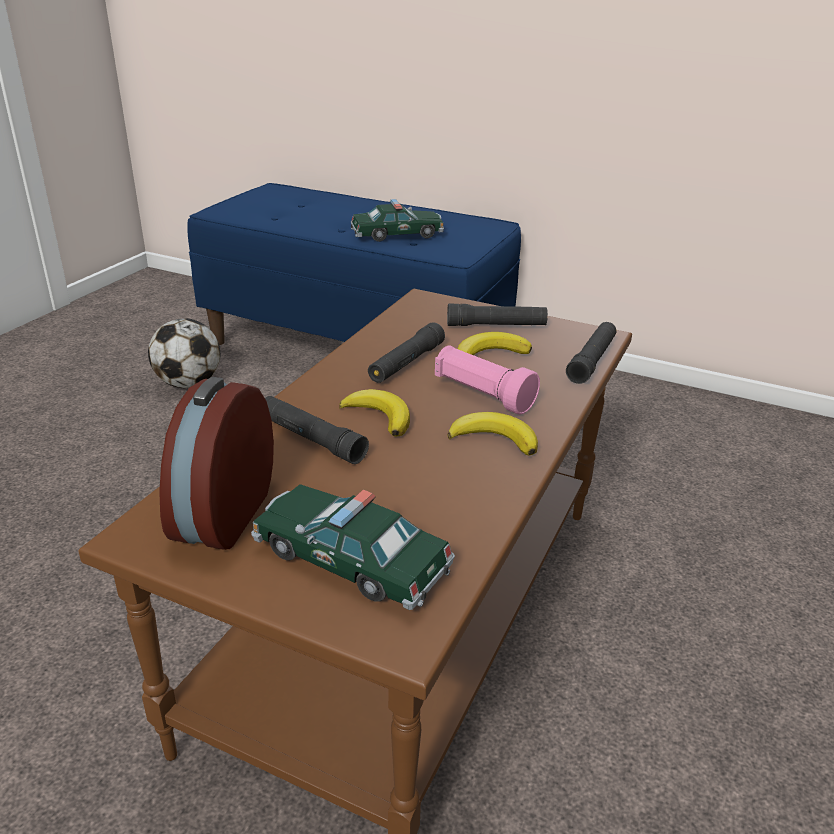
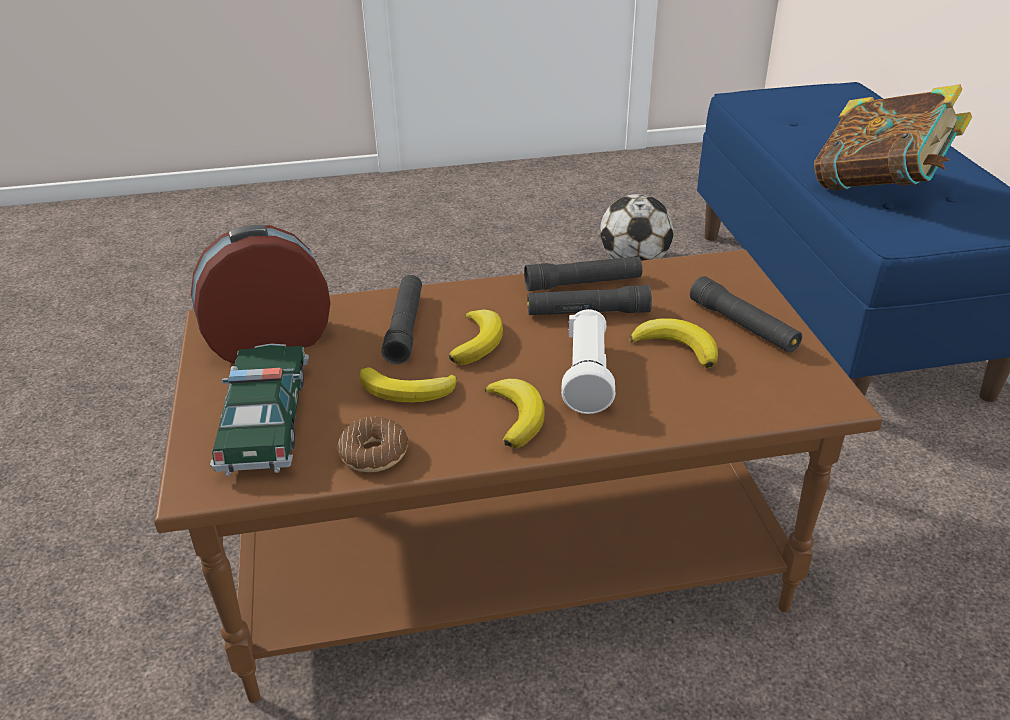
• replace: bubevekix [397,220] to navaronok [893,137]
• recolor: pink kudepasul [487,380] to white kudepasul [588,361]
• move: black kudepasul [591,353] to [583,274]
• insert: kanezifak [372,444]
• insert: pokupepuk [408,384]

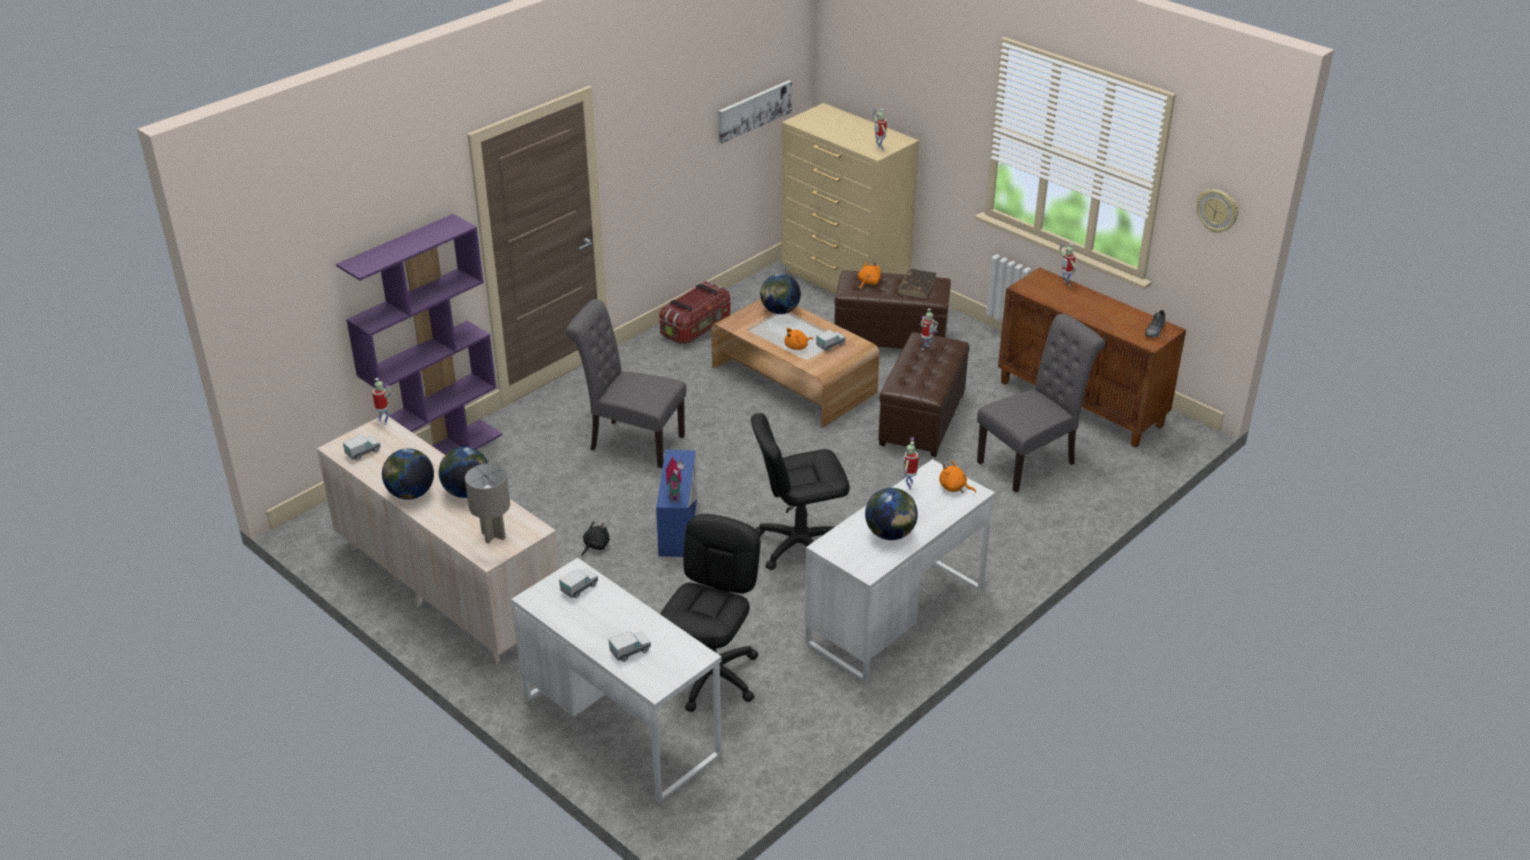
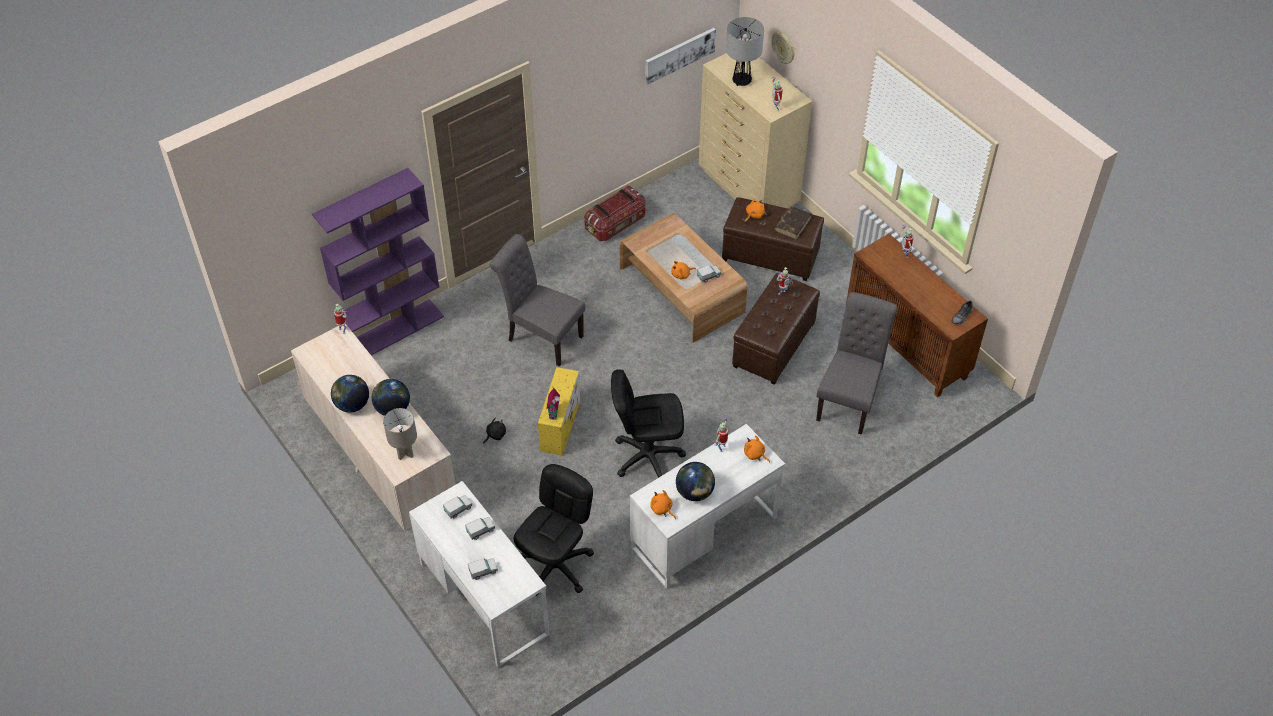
• move: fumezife [362,448] to [480,528]
• recolor: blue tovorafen [676,503] to yellow tovorafen [559,411]
• delete: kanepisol [780,294]
• rotate: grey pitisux [1041,403] = [856,363] 45 degrees counterclockwise
• move: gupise [1217,211] to [783,48]
• insert: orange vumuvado [663,504]
• insert: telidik [745,51]

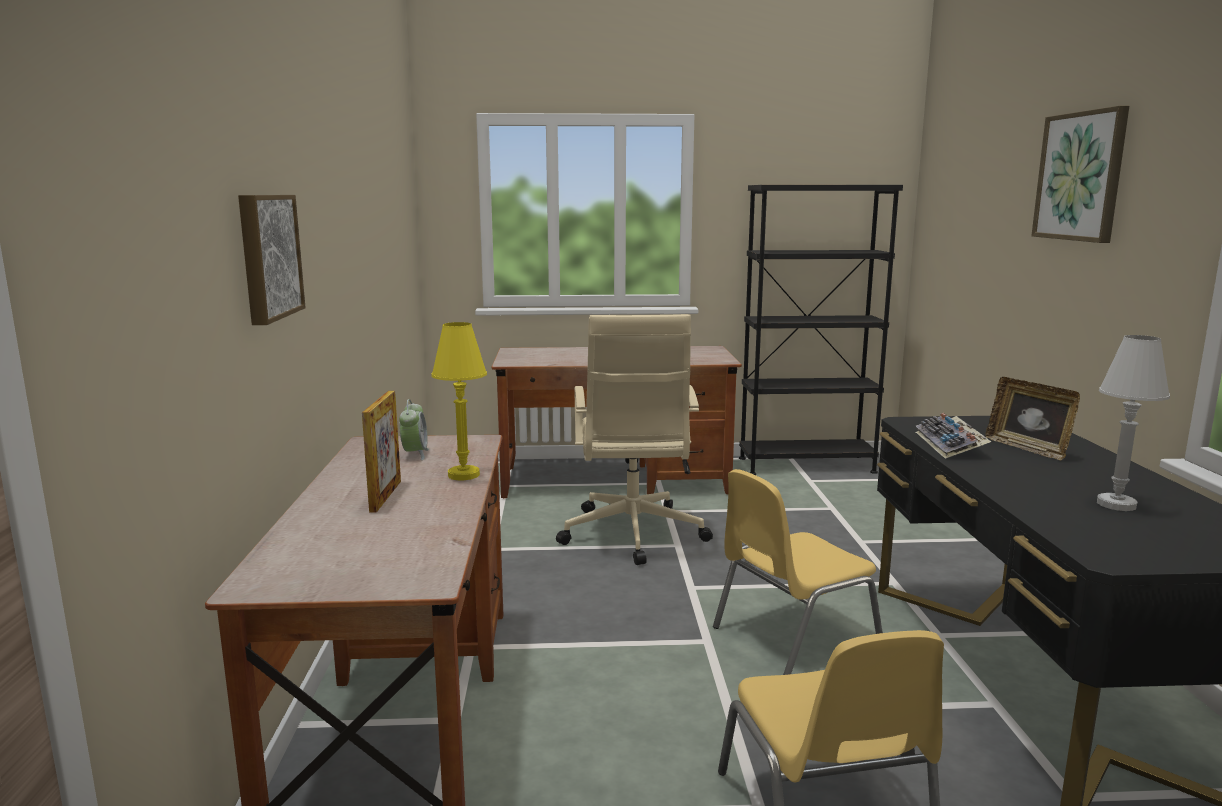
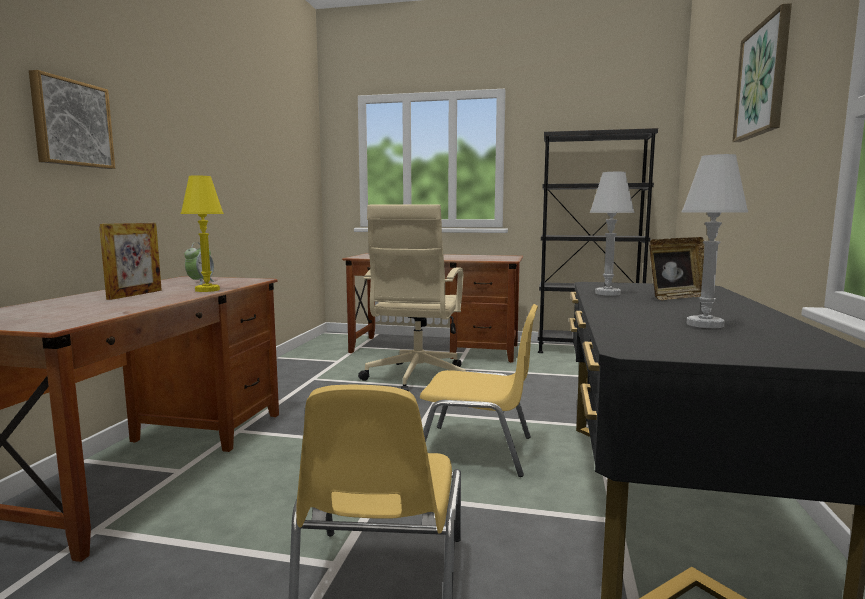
• rotate: yellow pitisux [798,572] = [479,390] 150 degrees counterclockwise
• replace: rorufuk [953,436] to white telidik [612,234]
• rotate: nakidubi [1032,418] = [676,268] 105 degrees counterclockwise

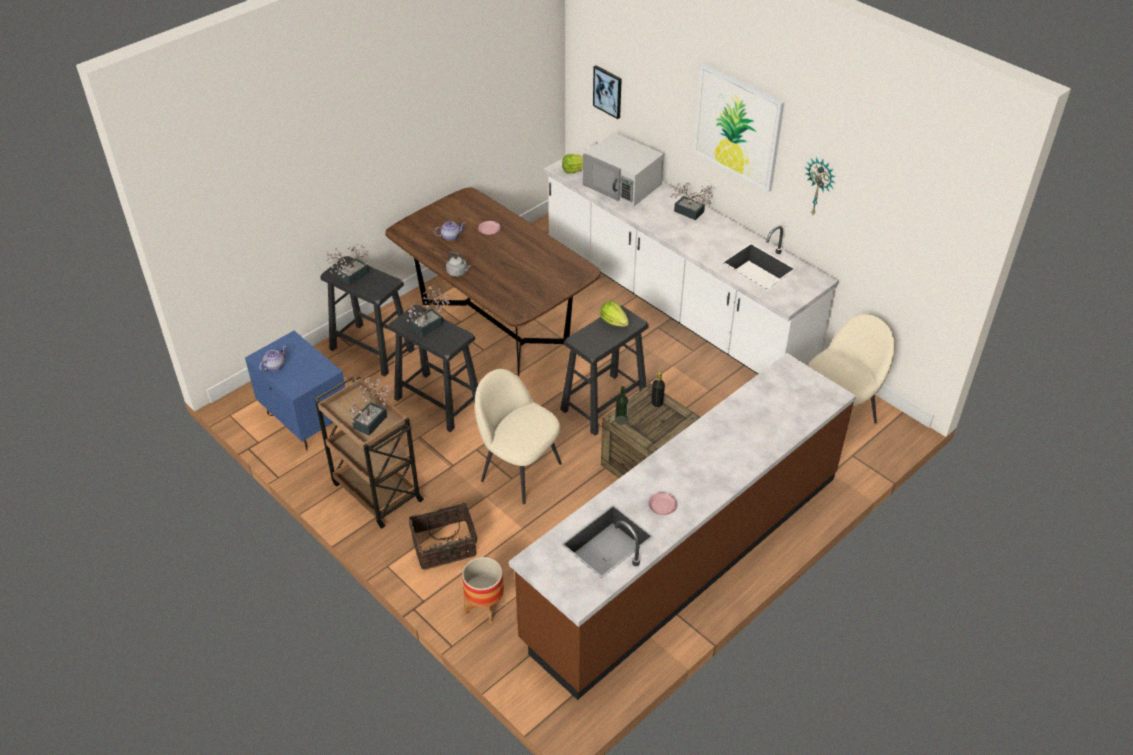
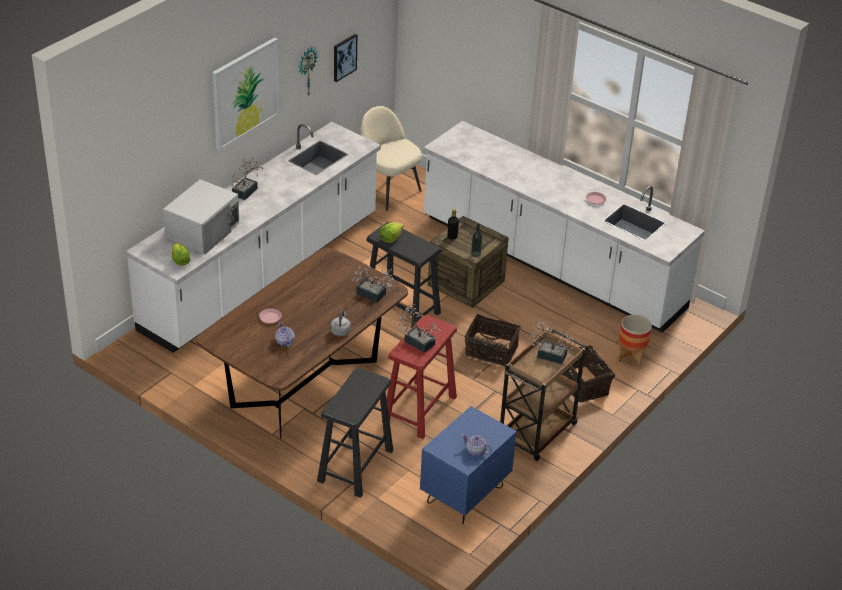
• move: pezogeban [347,264] to [373,284]
• recolor: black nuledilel [433,368] to red nuledilel [422,377]
• replace: beige pitisux [518,436] to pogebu [493,340]
• recolor: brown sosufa [682,526] to white sosufa [564,227]
• move: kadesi [607,92] to [345,58]

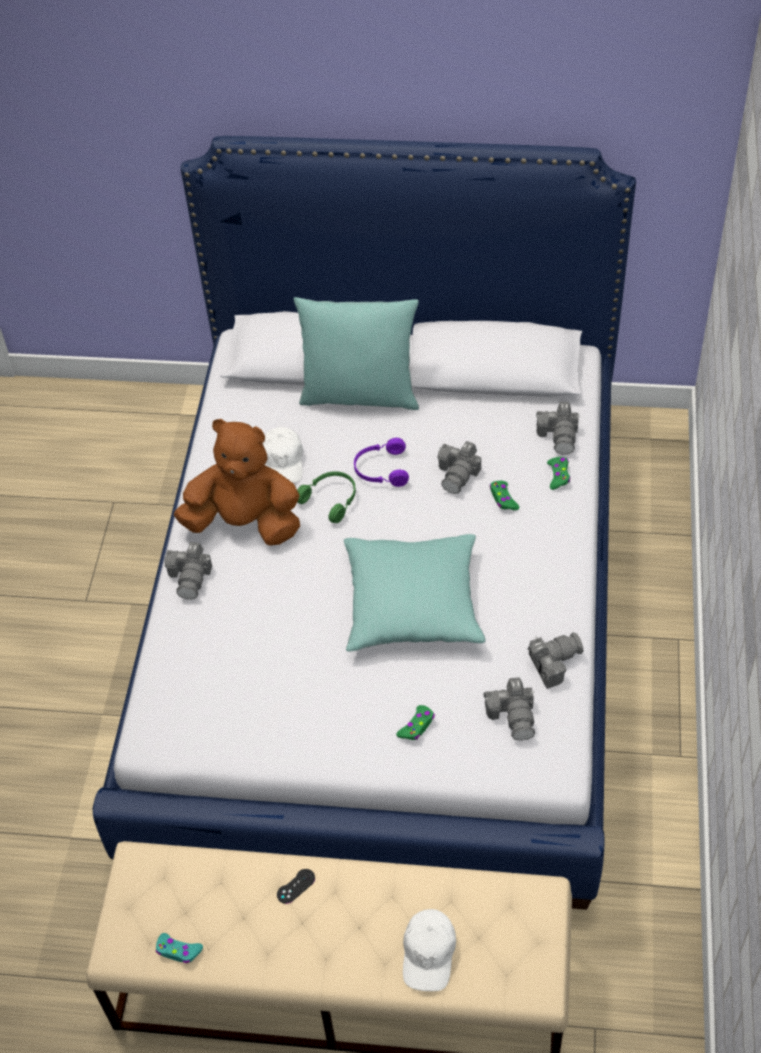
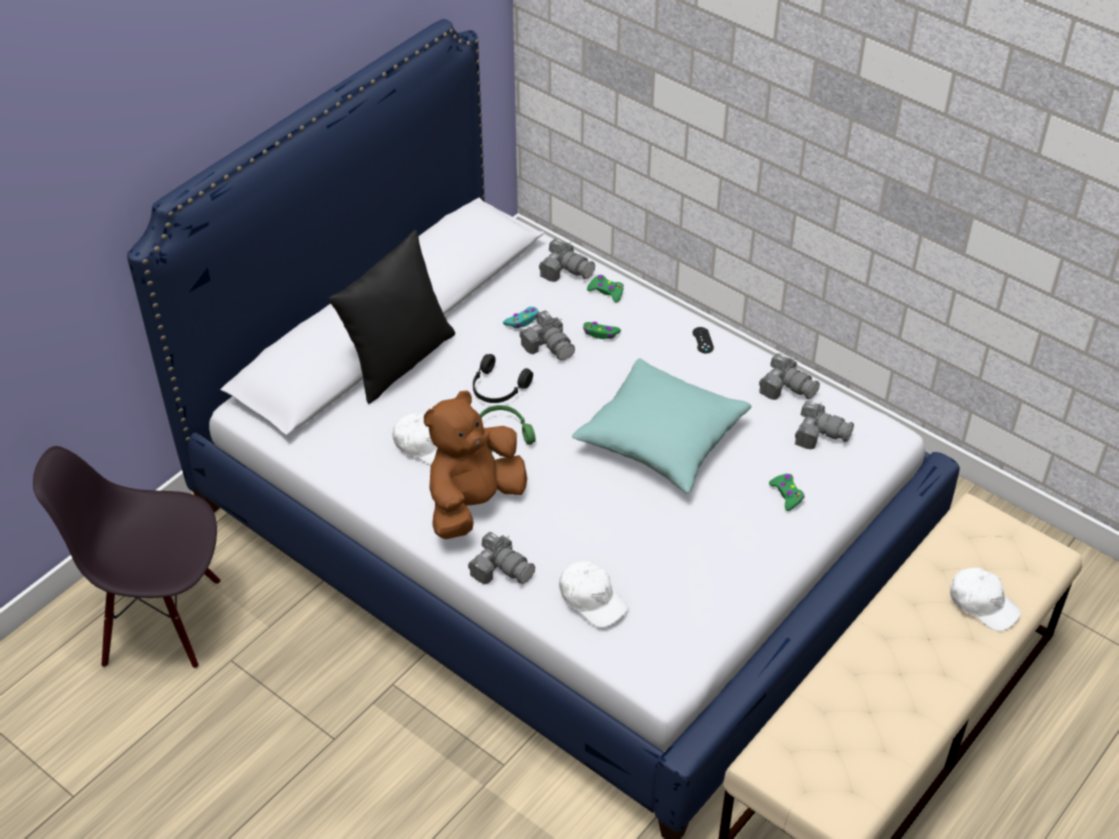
• move: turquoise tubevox [179,948] to [521,317]
• move: black tubevox [296,886] to [703,340]
• recolor: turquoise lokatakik [356,353] to black lokatakik [392,317]
• recolor: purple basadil [381,462] to black basadil [503,378]
• rotate: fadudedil [555,660] = [789,376] 120 degrees clockwise
• insert: black pitisux [127,557]
• insert: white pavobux [593,594]

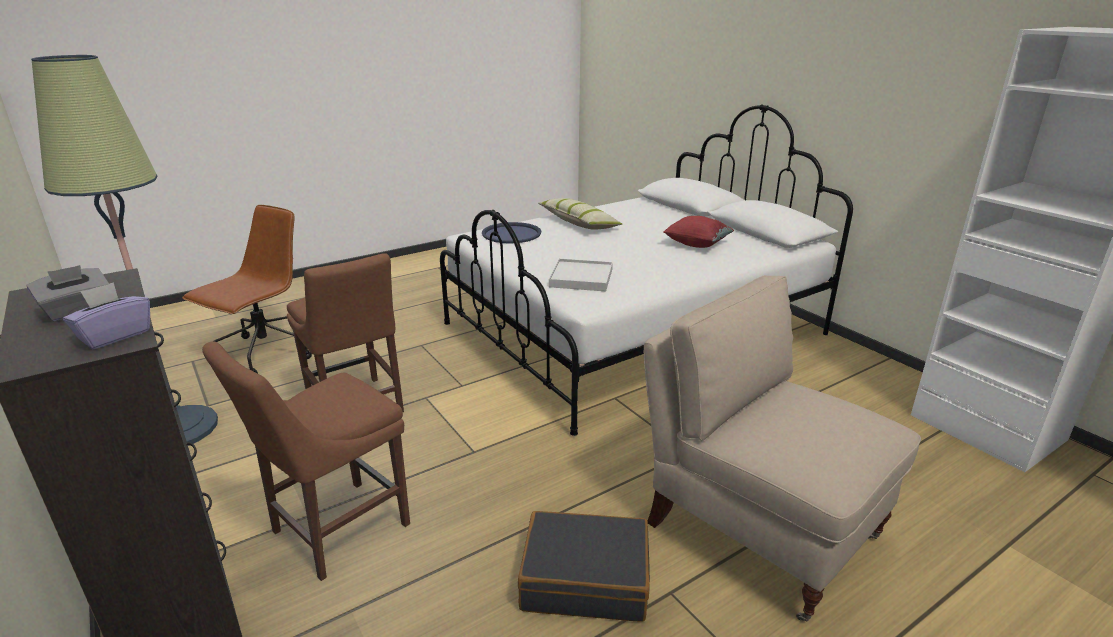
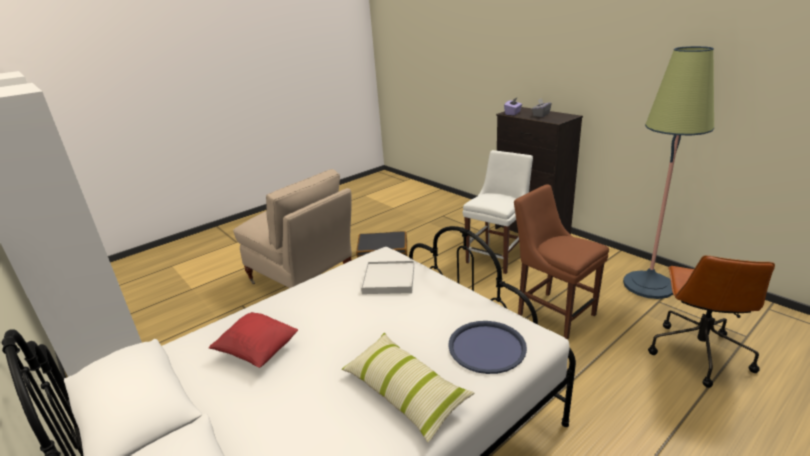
• recolor: brown pitisux [306,461] to white pitisux [498,212]

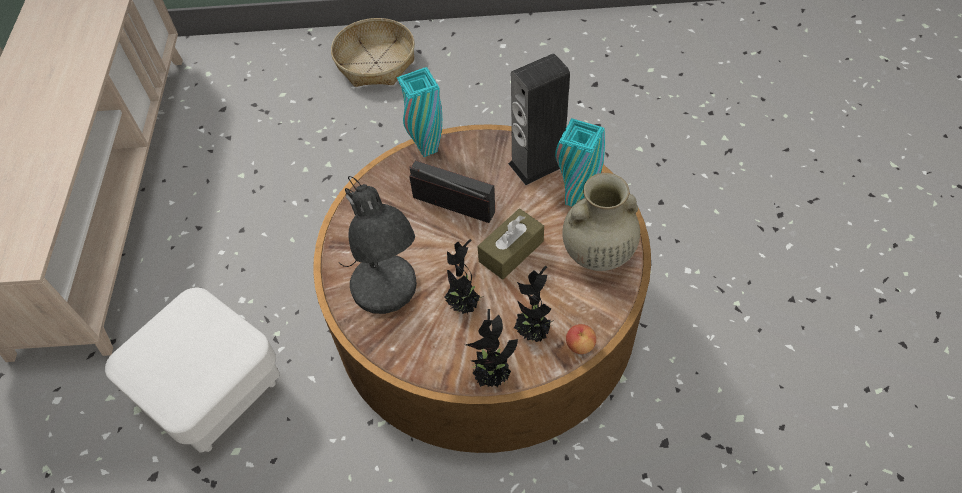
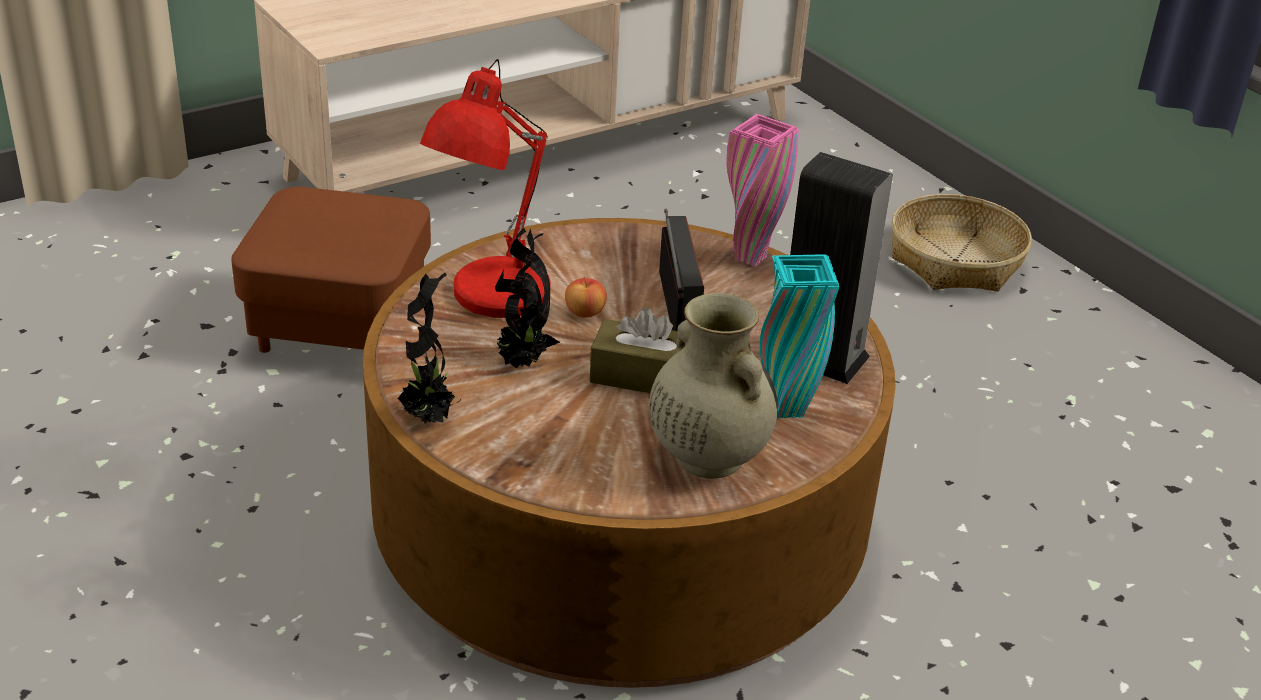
• recolor: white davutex [192,370] to brown davutex [331,270]
• recolor: grey telidik [377,245] to red telidik [485,188]
• recolor: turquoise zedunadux [419,112] to pink zedunadux [763,190]
• delete: pezogeban [534,304]
• move: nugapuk [581,339] to [586,297]

